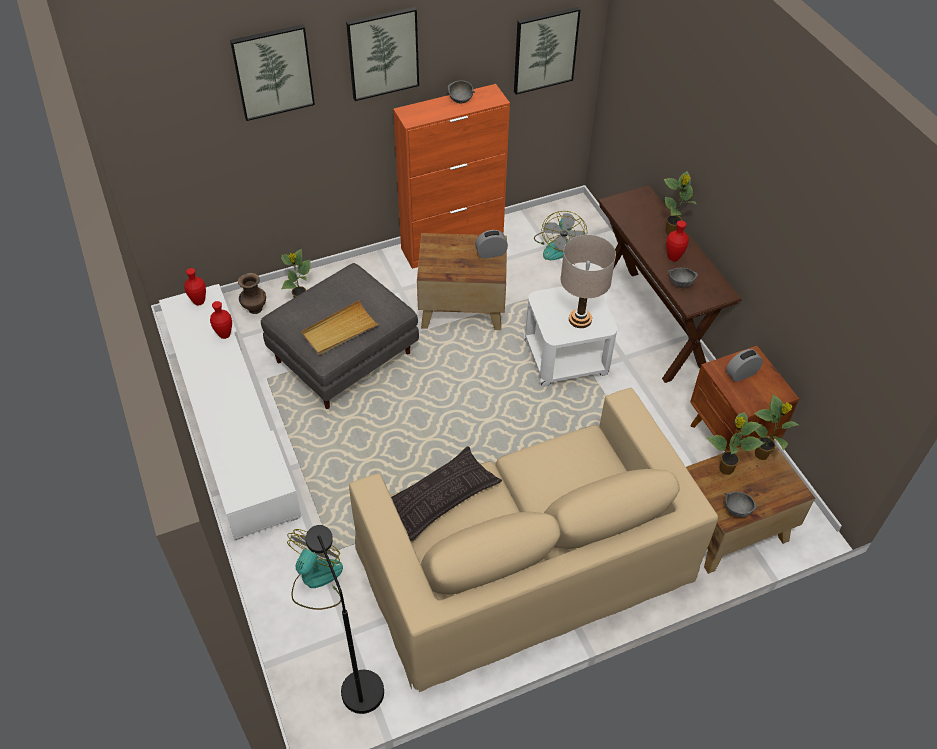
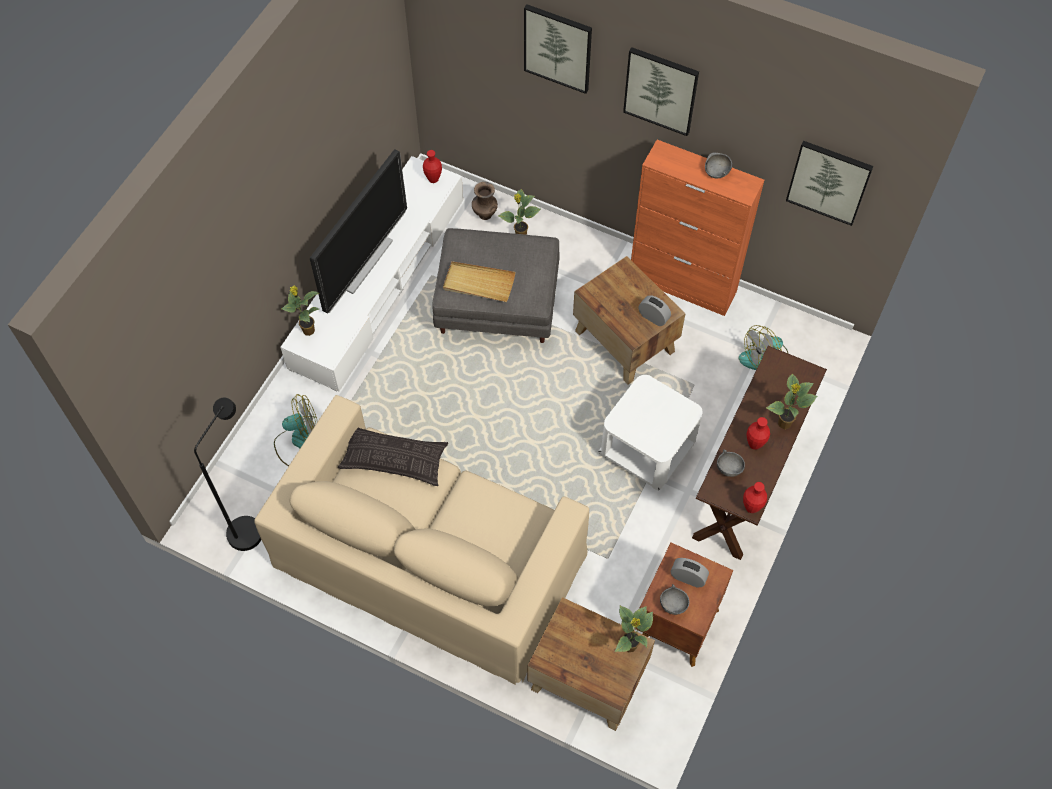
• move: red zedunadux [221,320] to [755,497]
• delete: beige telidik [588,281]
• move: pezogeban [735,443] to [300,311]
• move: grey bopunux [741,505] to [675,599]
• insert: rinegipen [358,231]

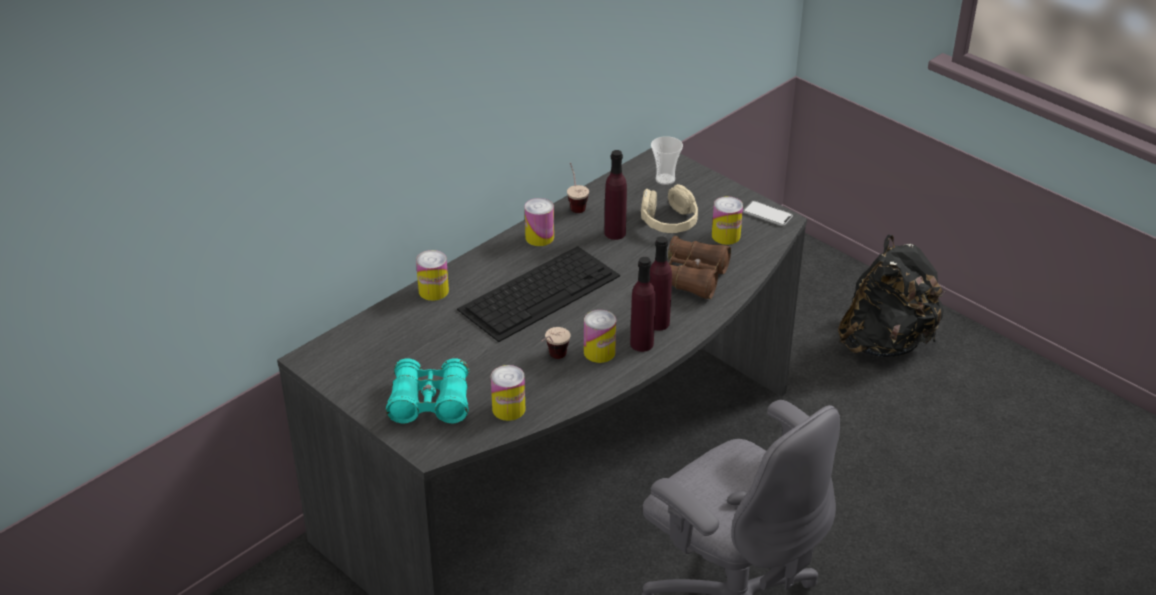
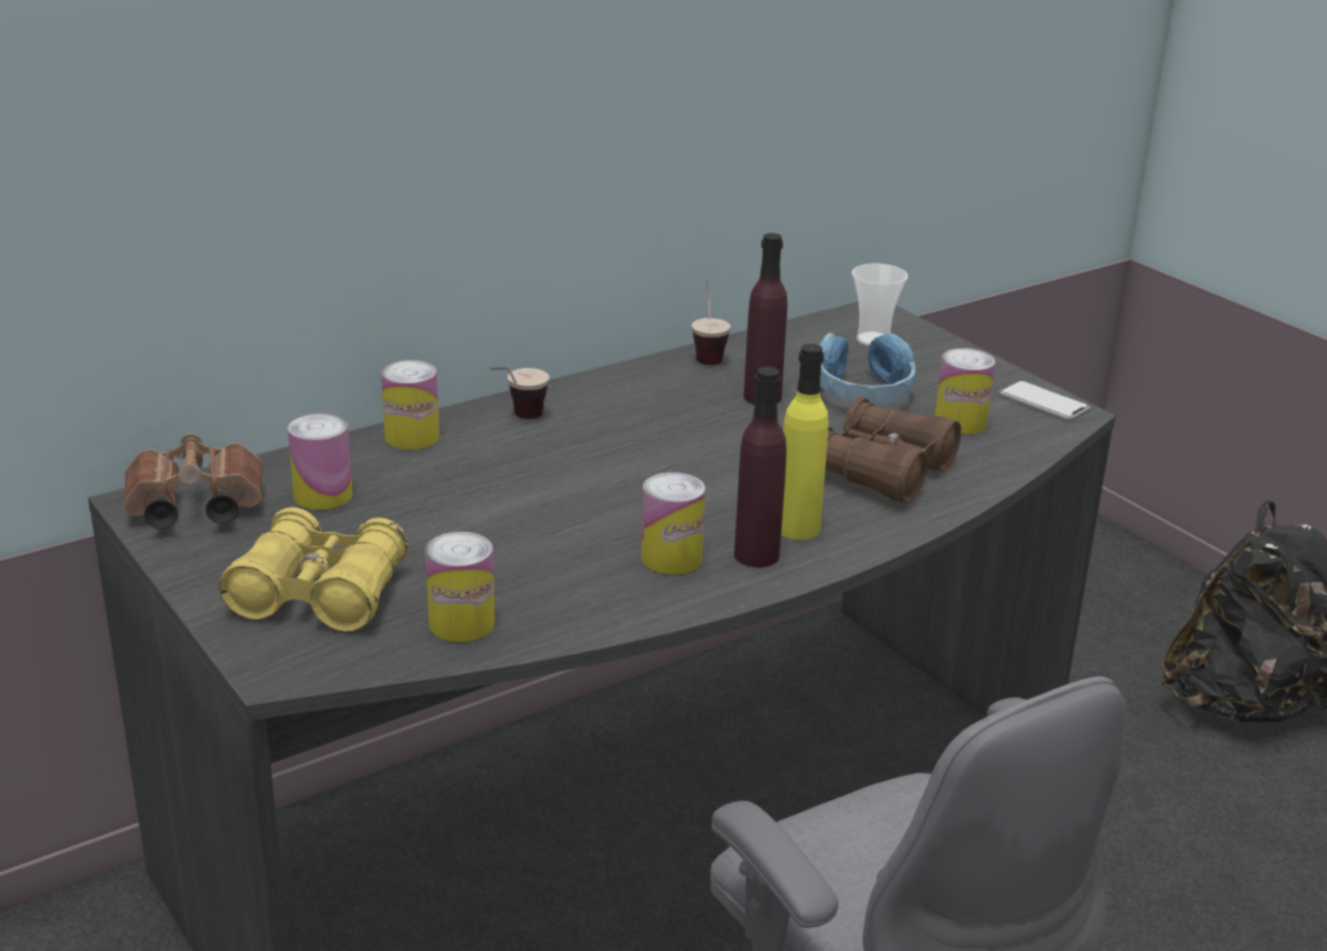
• recolor: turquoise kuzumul [427,391] to yellow kuzumul [313,569]
• delete: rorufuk [538,294]
• move: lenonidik [539,222] to [320,461]
• move: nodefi [556,343] to [519,392]
• recolor: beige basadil [669,208] to blue basadil [867,368]
• recolor: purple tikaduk [661,283] to yellow tikaduk [805,442]
• insert: brown kuzumul [193,481]

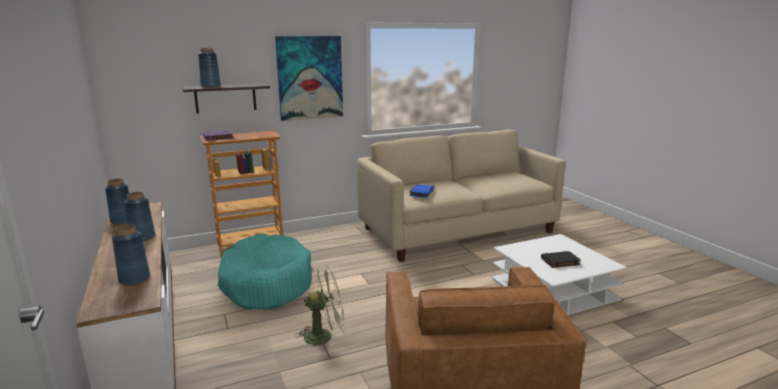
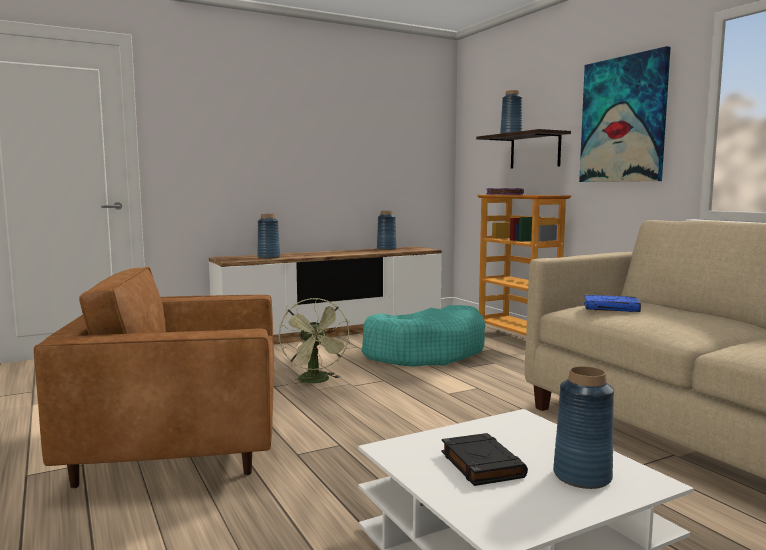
• move: blue zedunadux [139,216] to [583,427]

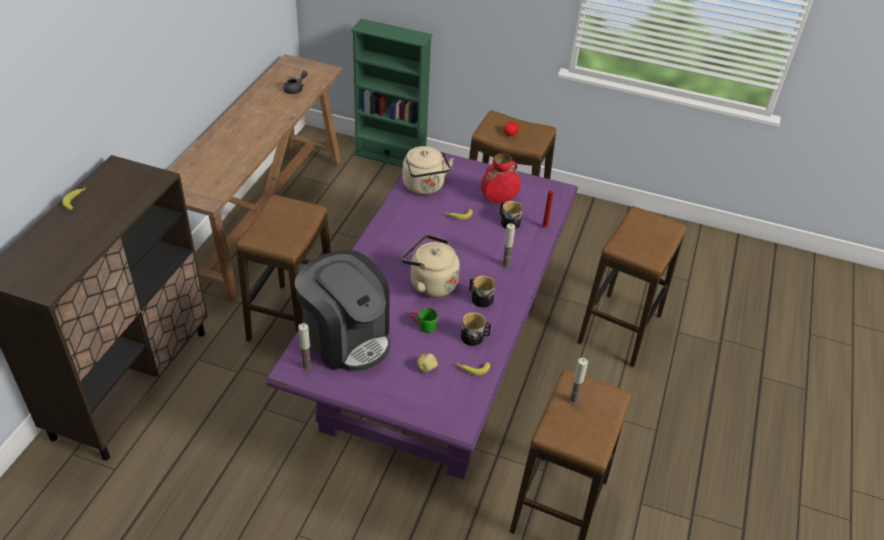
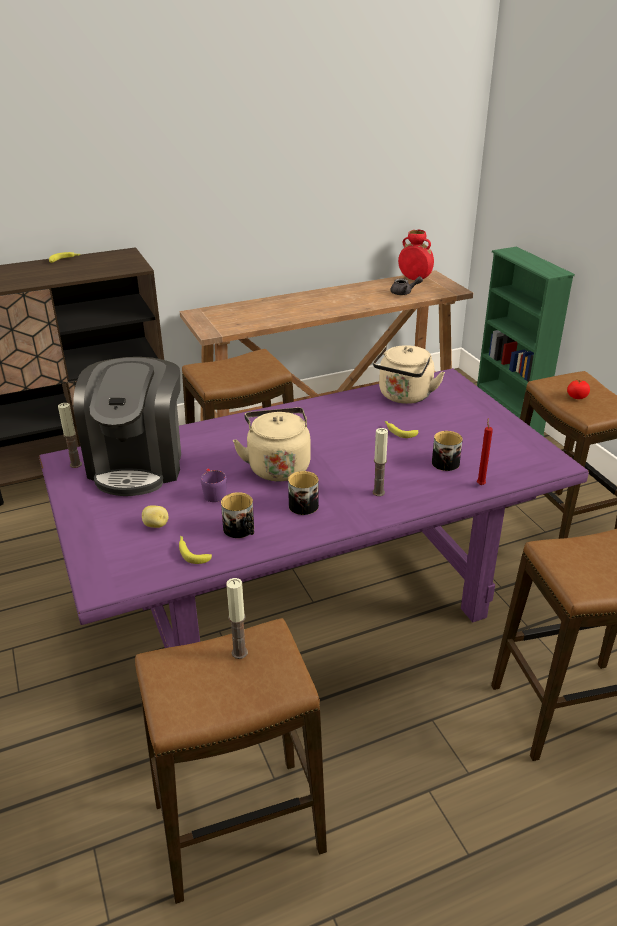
• recolor: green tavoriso [424,320] to purple tavoriso [214,485]
• move: red zedunadux [501,178] to [416,255]

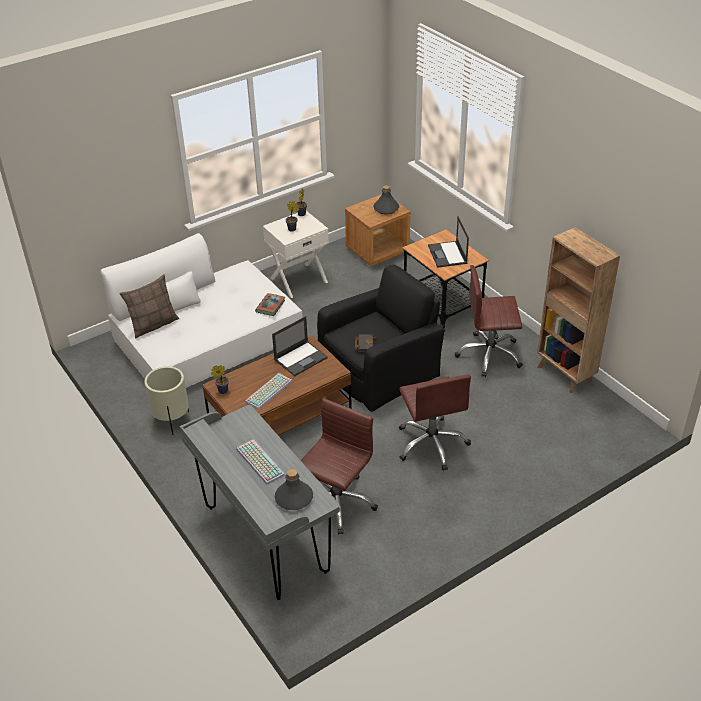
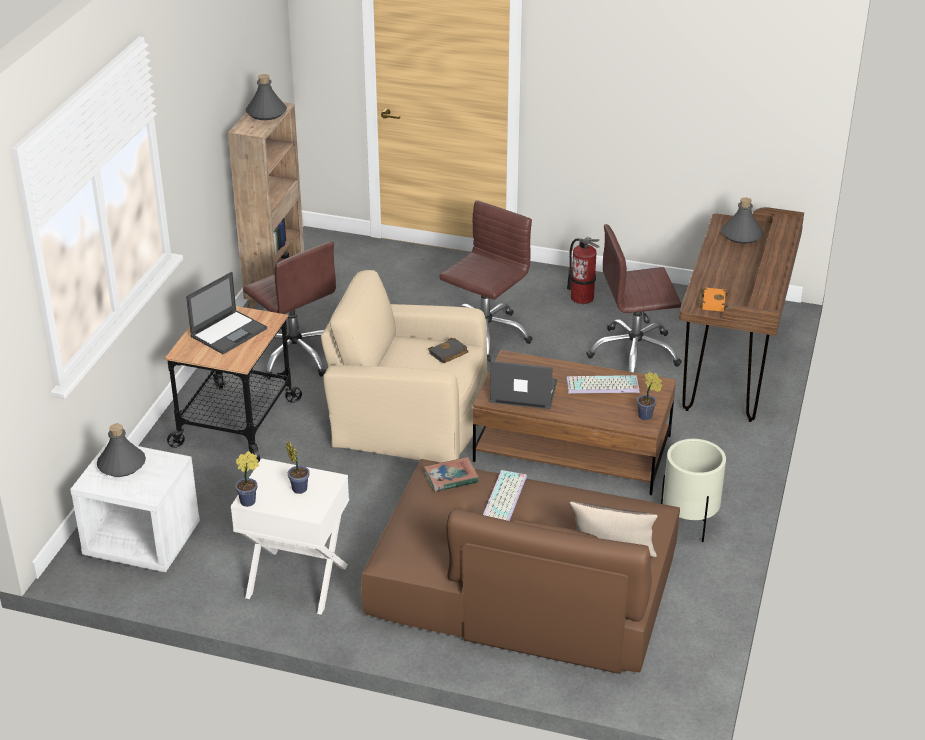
• recolor: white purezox [201,310] to brown purezox [520,566]
• recolor: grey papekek [260,502] to brown papekek [741,314]
• move: rorufuk [260,462] to [505,495]
• recolor: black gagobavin [380,338] to beige gagobavin [404,366]
• recolor: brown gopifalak [378,230] to white gopifalak [135,506]
• insert: grey tikaduk [266,97]
• insert: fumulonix [583,270]
• insert: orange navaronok [714,300]

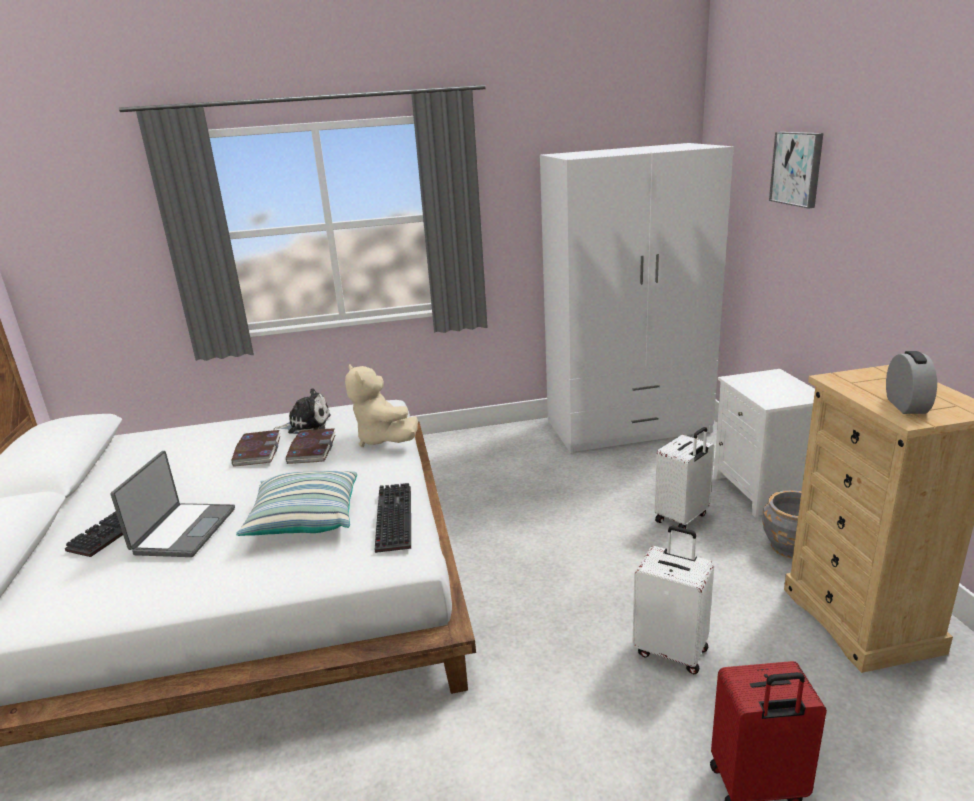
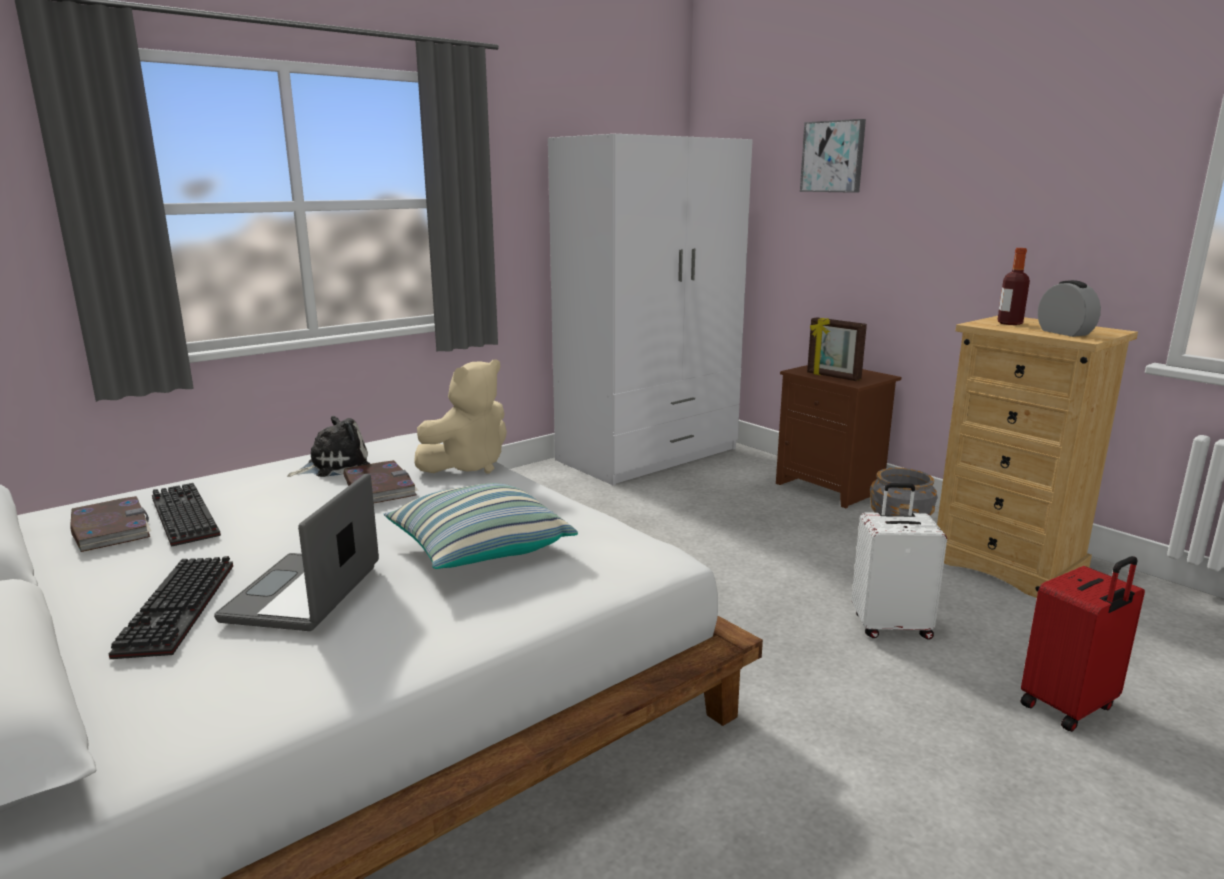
• rotate: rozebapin [173,504] = [296,552] 150 degrees counterclockwise
• move: navaronok [256,448] to [110,524]
• rotate: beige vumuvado [381,405] = [460,417] 75 degrees counterclockwise
• move: rorufuk [393,518] to [186,515]
• delete: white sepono [684,478]
• recolor: white gopifalak [764,443] to brown gopifalak [839,436]
• insert: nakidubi [837,349]
• insert: tikaduk [1013,286]

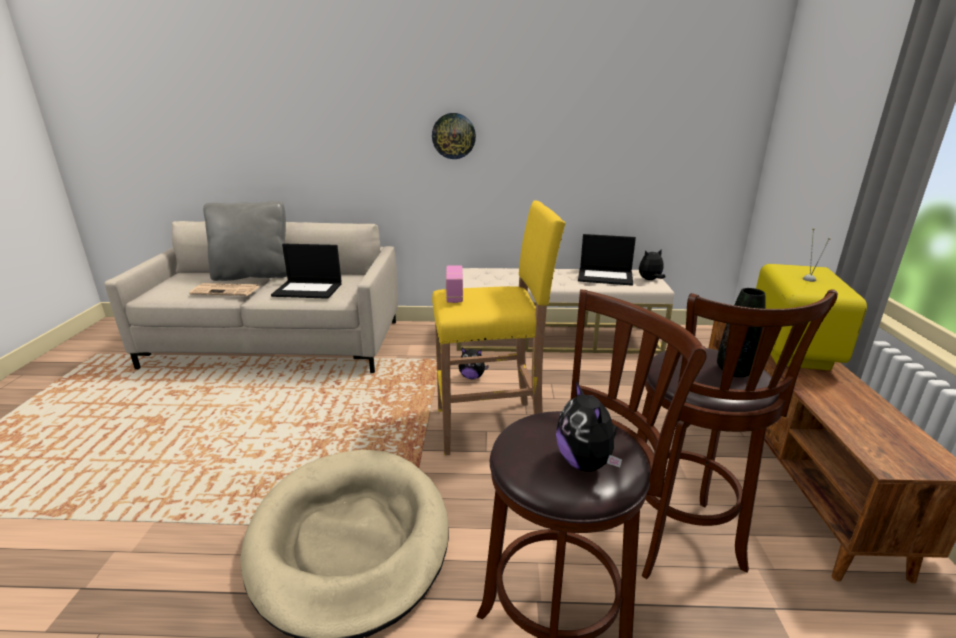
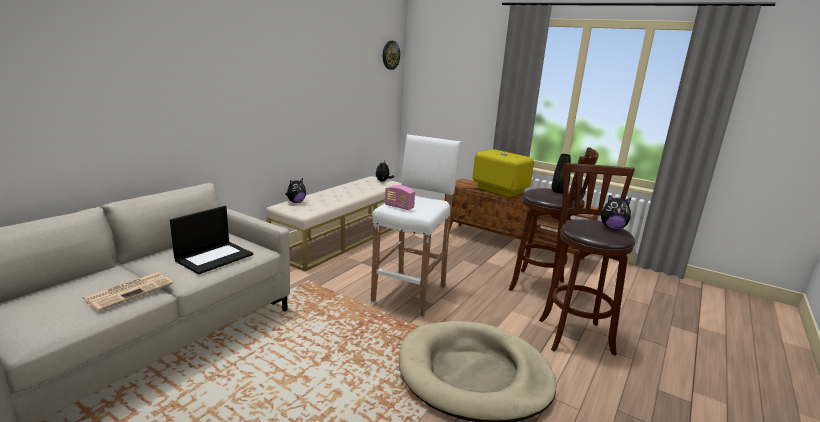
• delete: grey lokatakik [245,241]
• move: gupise [454,136] to [391,55]
• recolor: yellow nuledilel [499,327] to white nuledilel [415,226]
• move: vumuvado [474,363] to [295,190]
• delete: rozebapin [607,260]

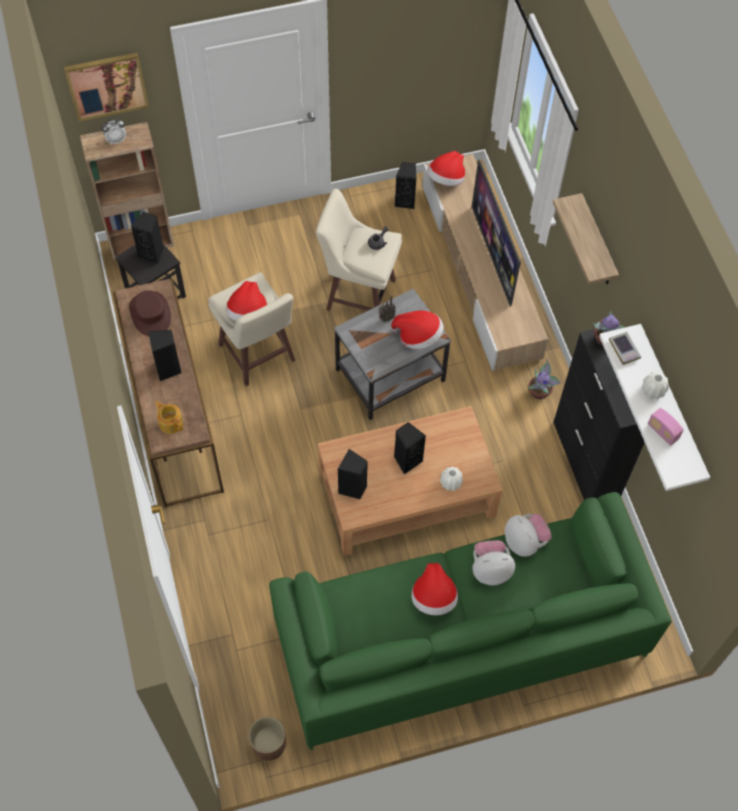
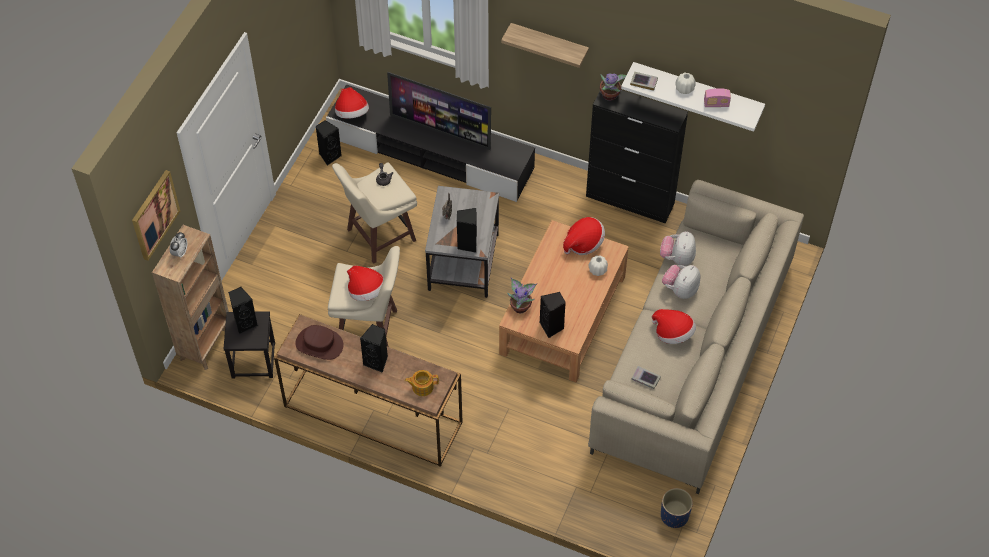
• recolor: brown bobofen [267,739] to blue bobofen [677,508]
• recolor: green purezox [470,621] to beige purezox [696,337]
• move: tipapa [417,330] to [584,236]
• move: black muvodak [410,448] to [467,230]
• recolor: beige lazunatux [485,262] to black lazunatux [430,143]
• rotate: vumuvado [528,535] = [678,248] 90 degrees counterclockwise
• move: pezogeban [544,379] to [522,295]
• insert: navaronok [646,377]

